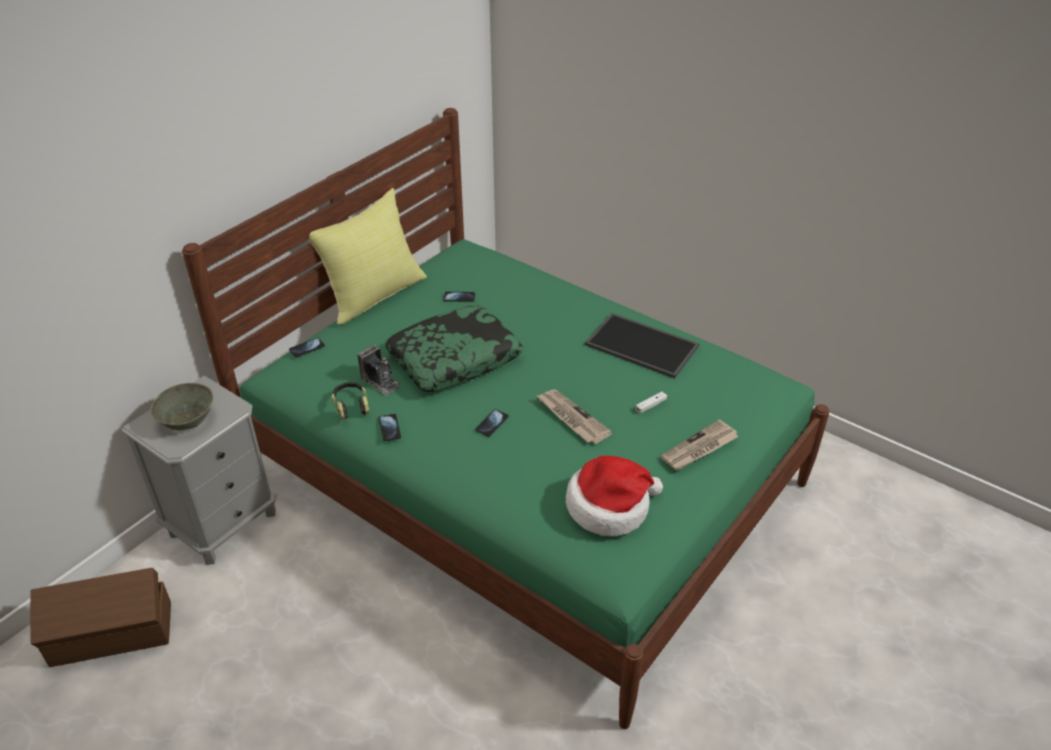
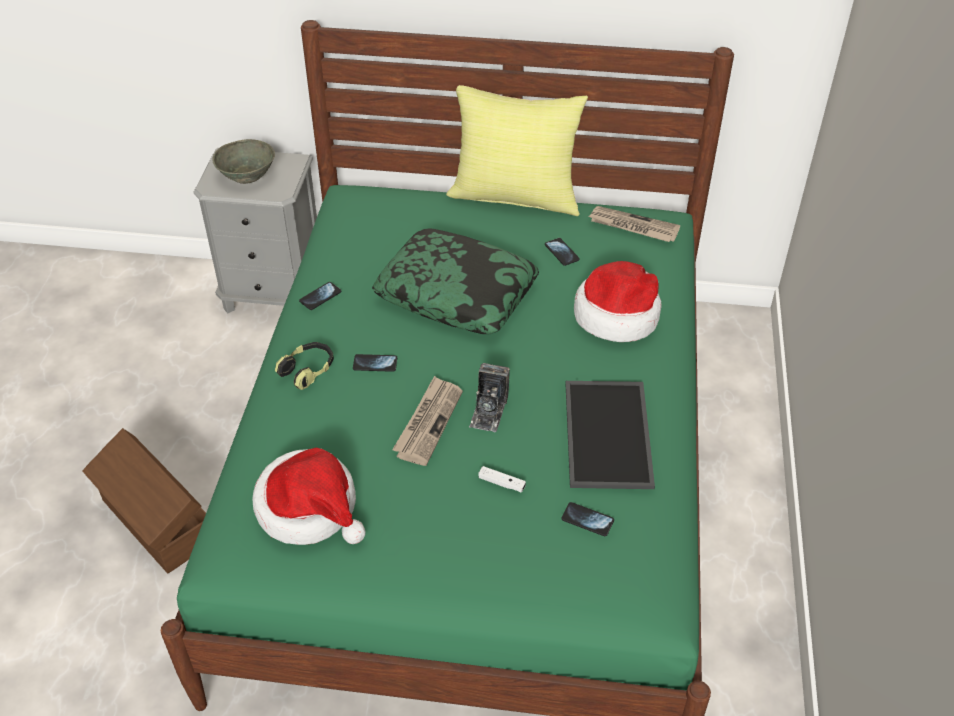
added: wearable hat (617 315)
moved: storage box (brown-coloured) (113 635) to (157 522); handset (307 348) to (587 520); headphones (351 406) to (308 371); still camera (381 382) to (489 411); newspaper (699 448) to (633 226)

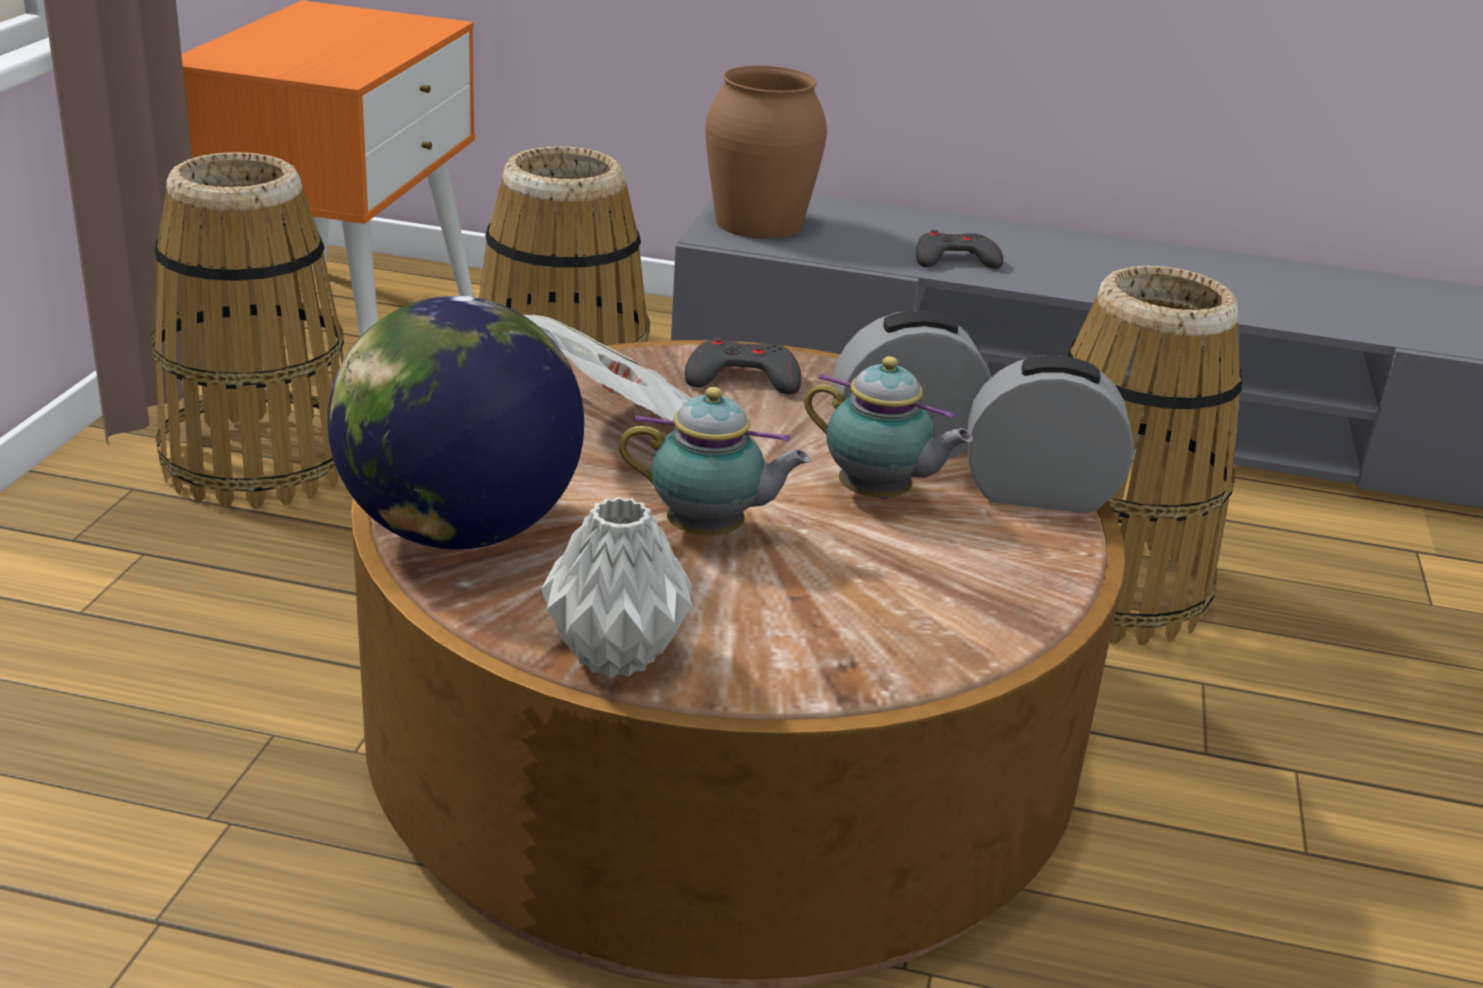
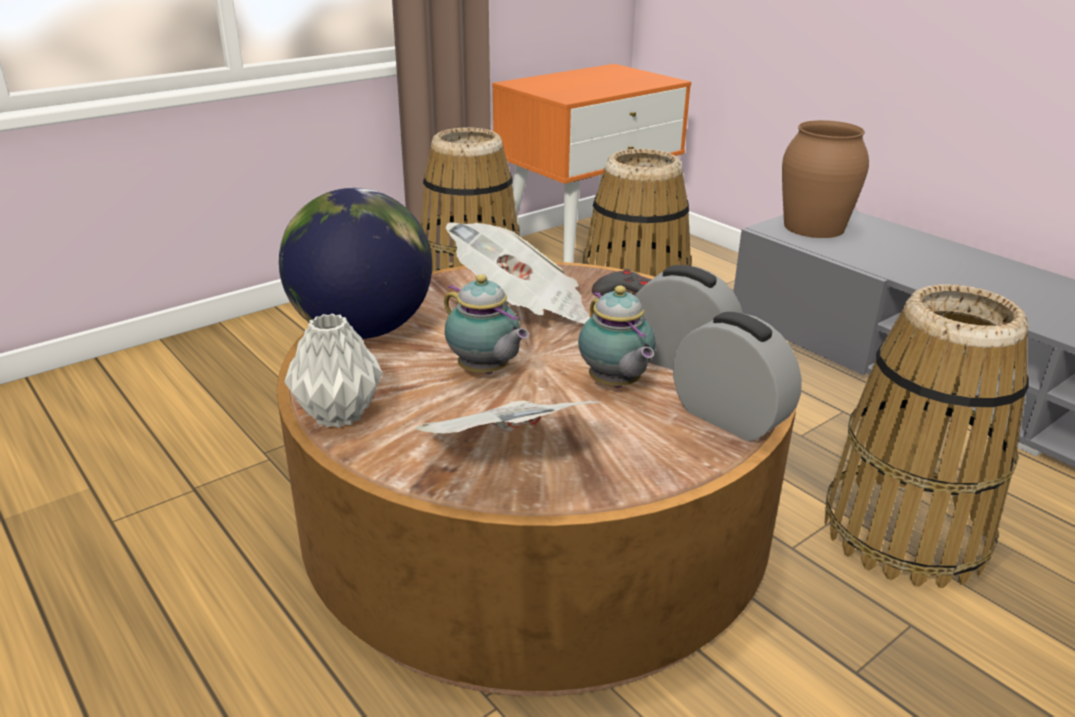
removed: gamepad (gray) (955 260)
added: newspaper (507 457)

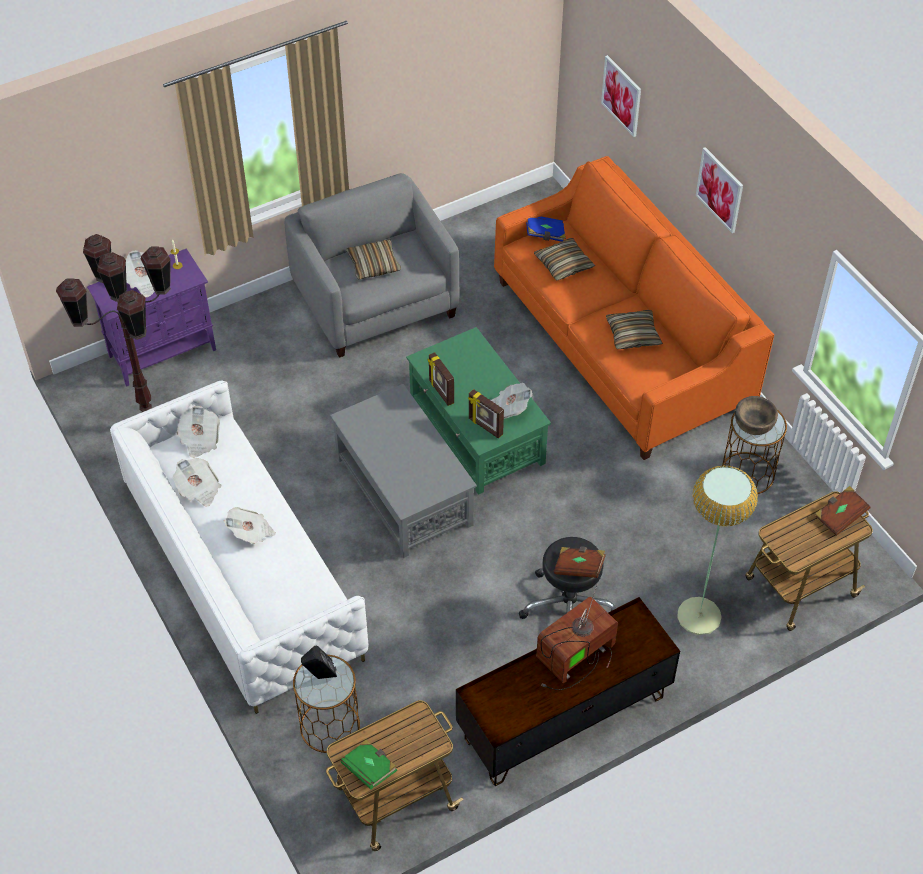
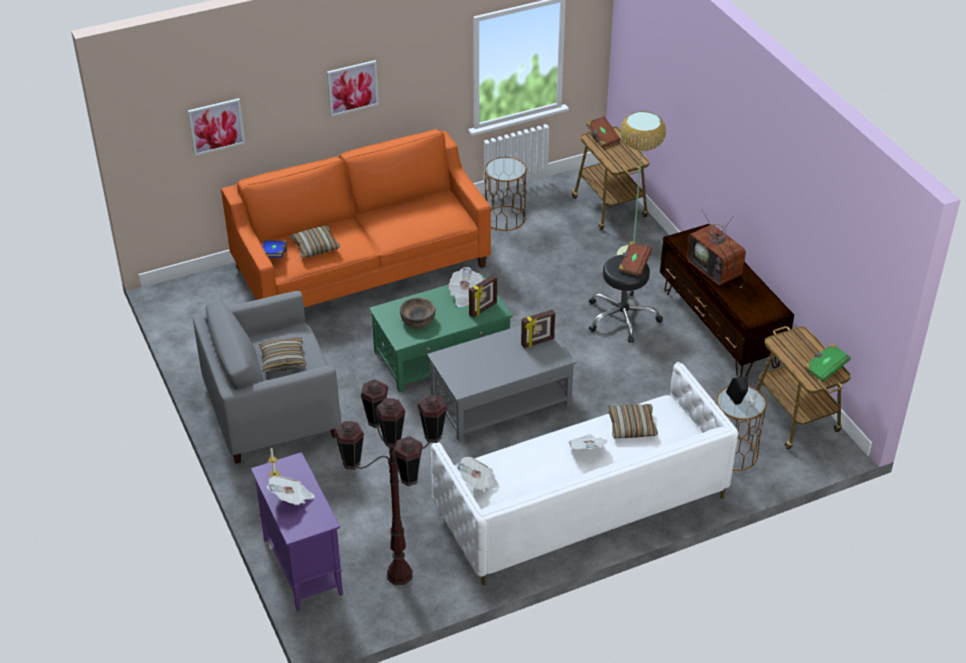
removed: newspaper (198 489)
moved: standing frame (441 392) to (538 342); cushion (633 335) to (631 426); serving bowl (brown-coloured) (754 423) to (418 320)

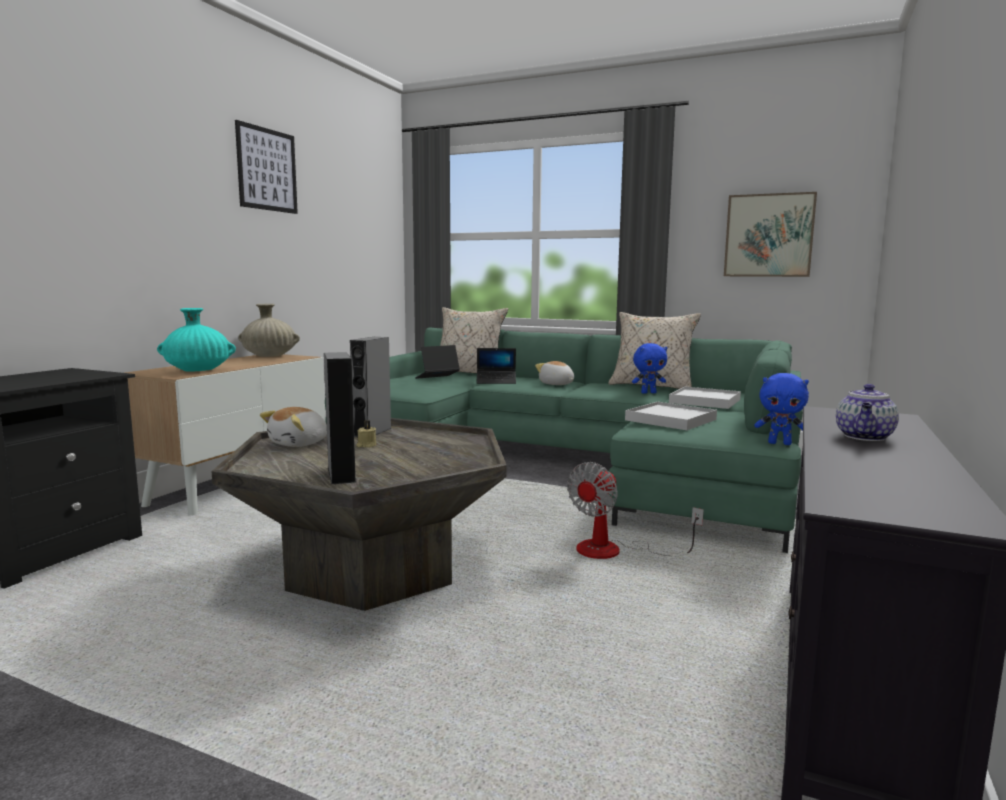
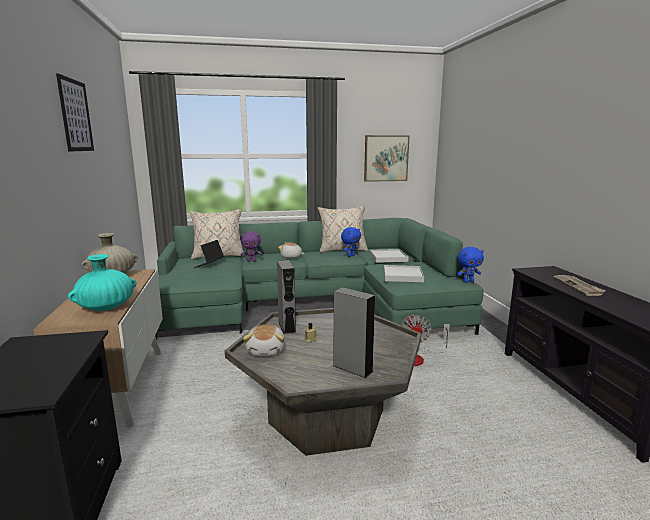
replaced: notebook computer (496 381) to soft toy (purple) (251 261); teapot (865 437) to newspaper (579 286)

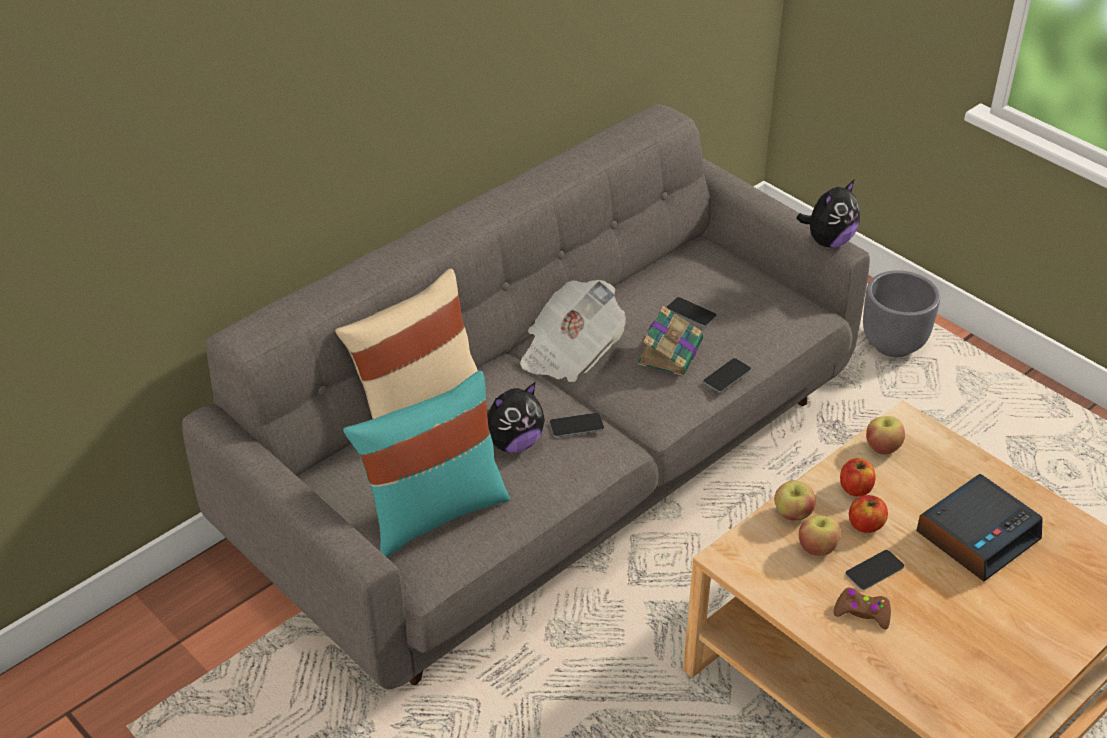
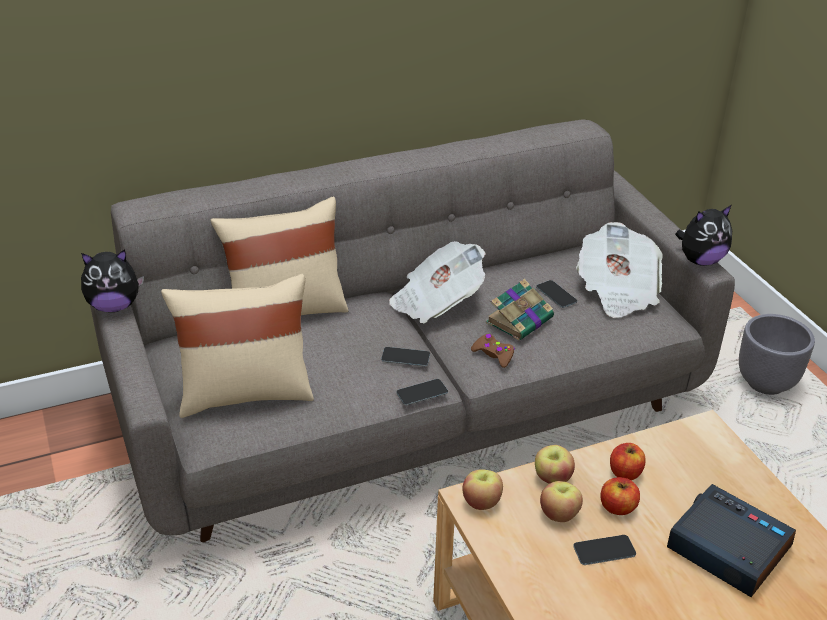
added: newspaper (617 291)
moved: soft toy (513 443) to (114 306); handset (727 376) to (422 392); gamepad (brown-coloured) (862 612) to (493 354); apple (882 447) to (481 502)
recoloured: cushion (turquoise-coloured) (433 512) to cushion (beige) (245 393)
turned: alarm clock (977 535) = (726 548) 120 degrees counterclockwise

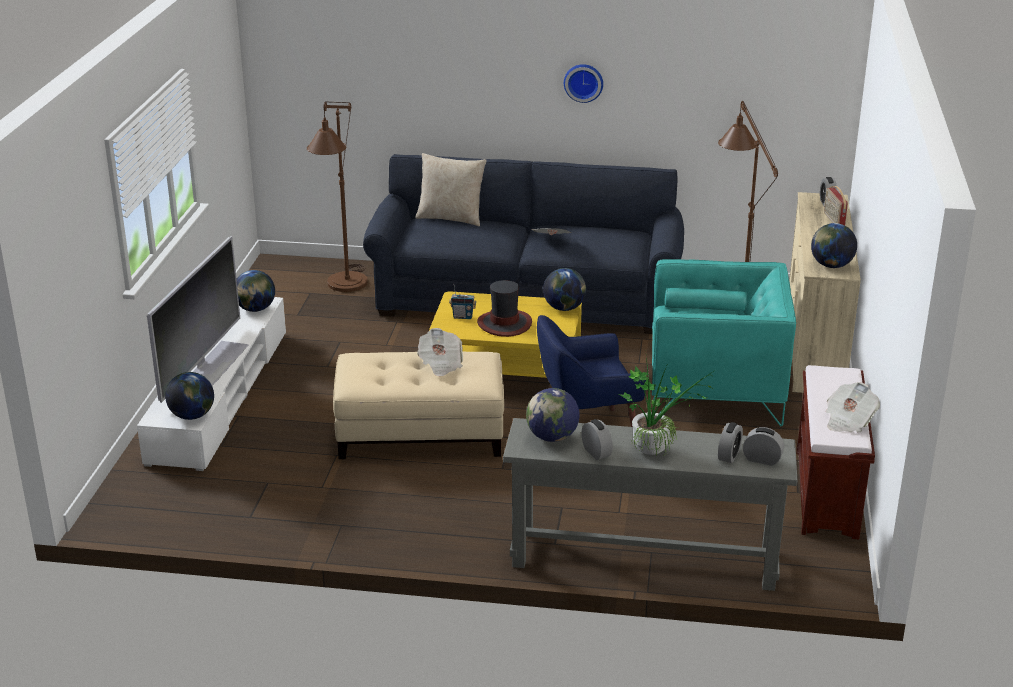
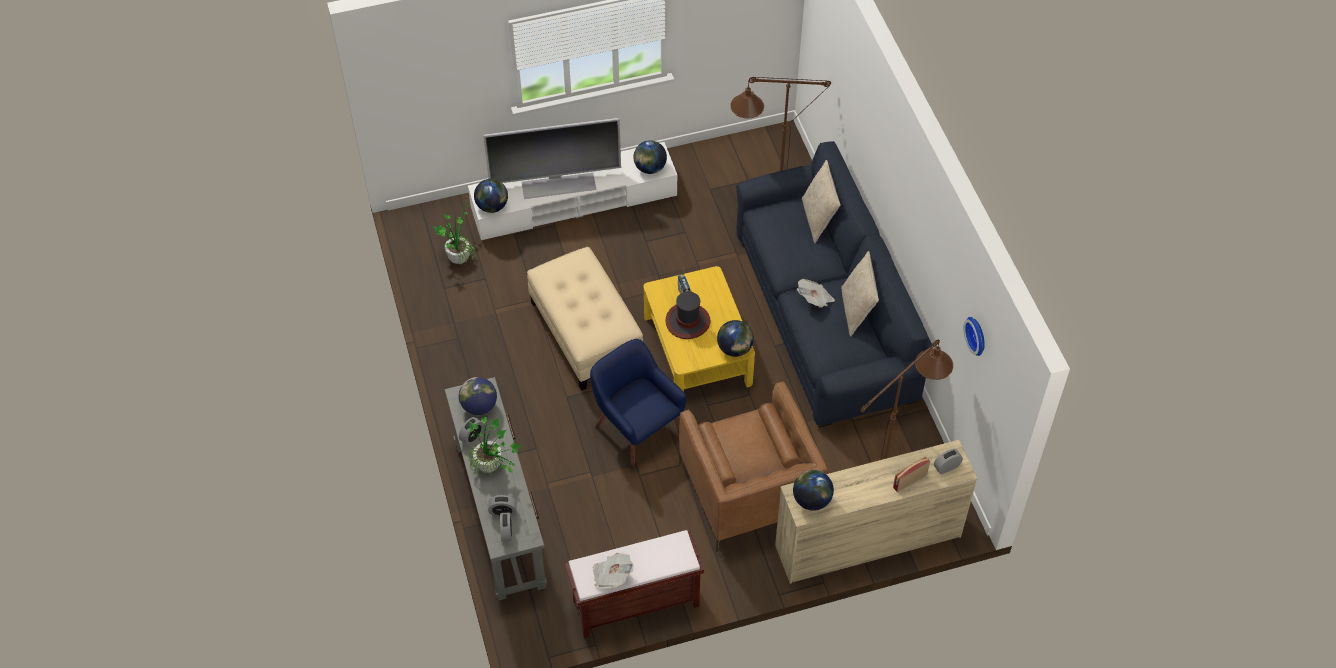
removed: newspaper (441 364)
added: plant in a pot (459 255); cushion (beige) (856 311)
moved: clock on the wall (583 82) to (977 335)
recoloured: easy chair (turquoise-coloured) (715 390) to easy chair (brown-coloured) (749 492)

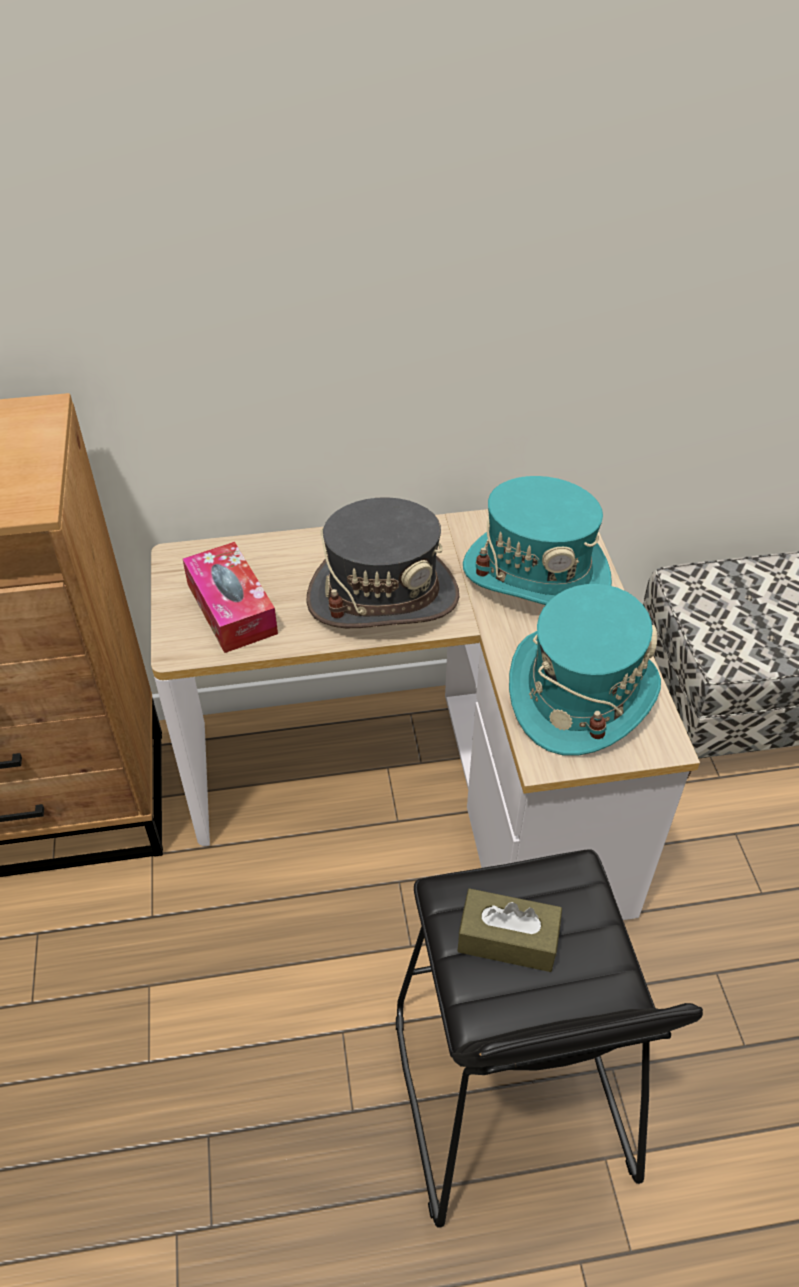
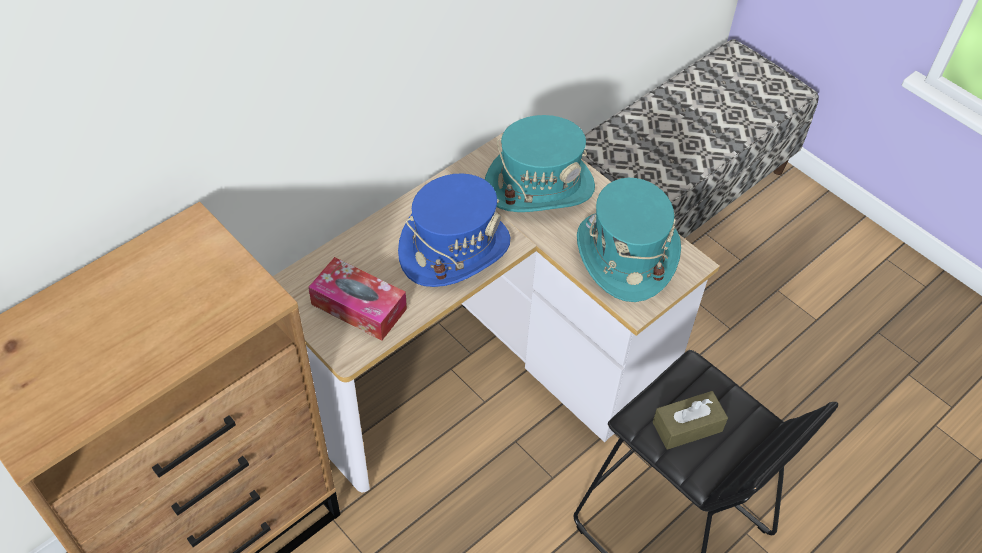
recoloured: wearable hat (gray) (383 596) to wearable hat (blue) (454 248)

